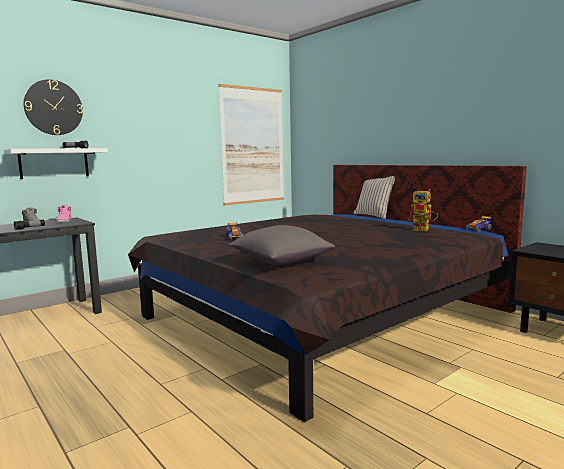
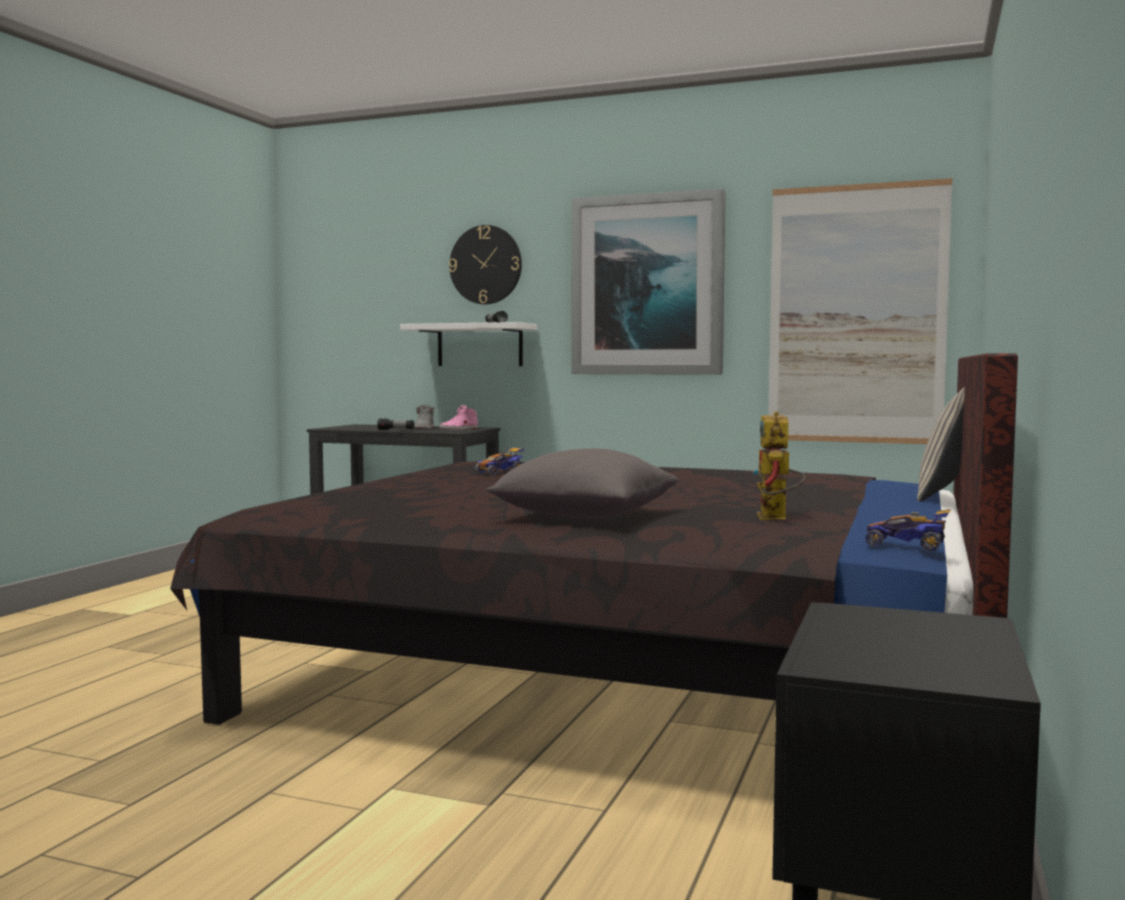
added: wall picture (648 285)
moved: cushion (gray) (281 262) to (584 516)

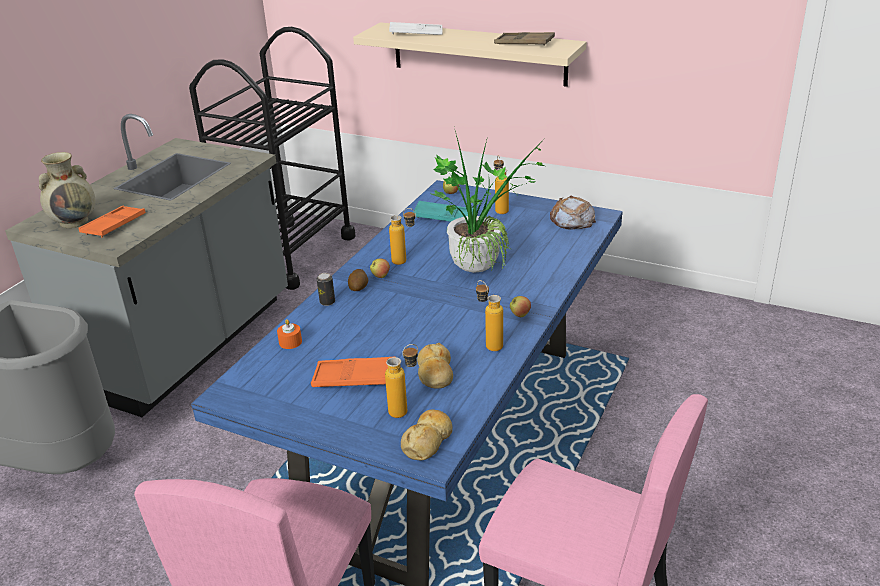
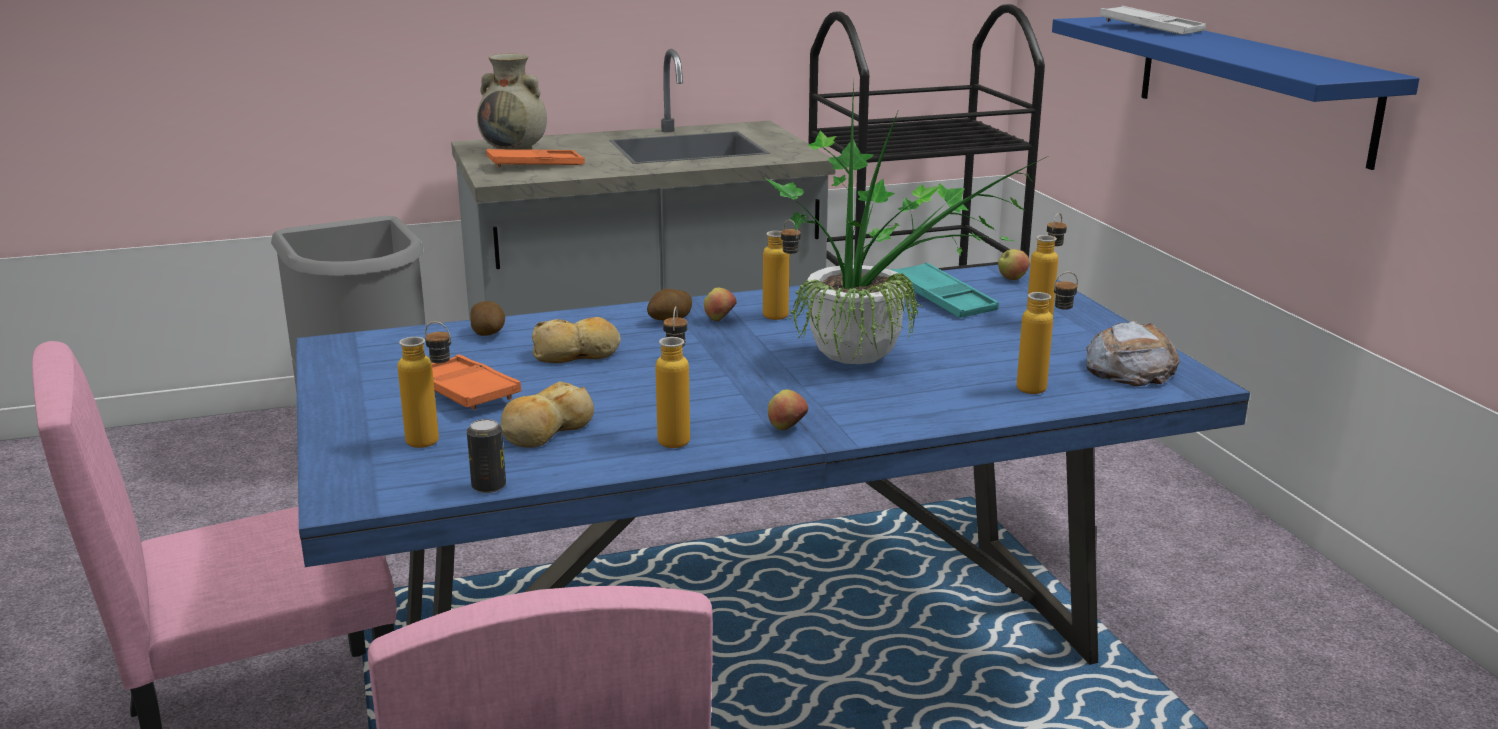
removed: tray (brown-coloured) (524 43)
added: drink bottle (1042 388)
moved: metal can (327 302) to (489 486); bakery bread (428 441) to (577 354)
replaced: wax candle (orange) (290 342) to spud (488 333)
recoloured: wall shelf (beige) (478 54) to wall shelf (blue) (1251 86)

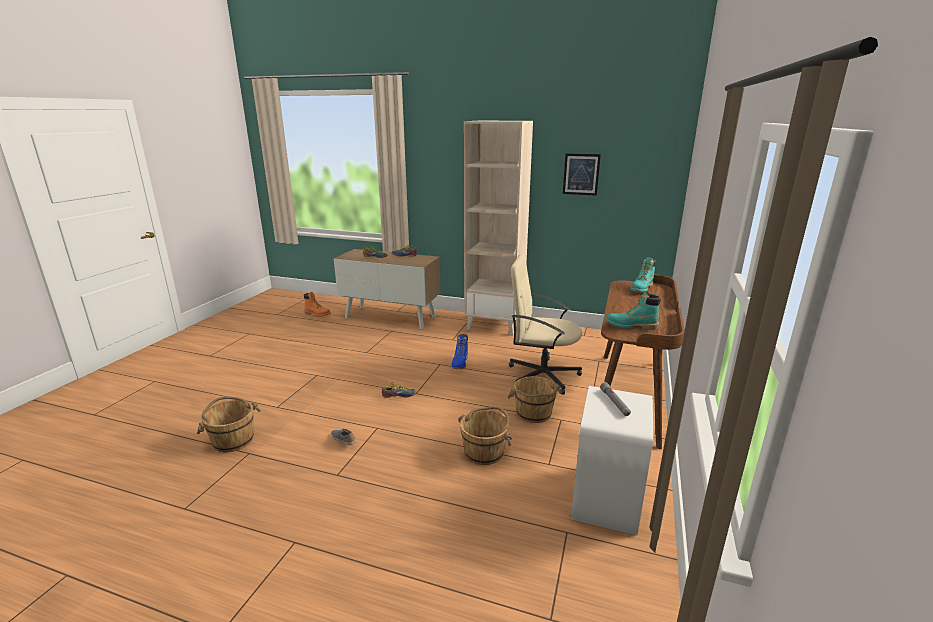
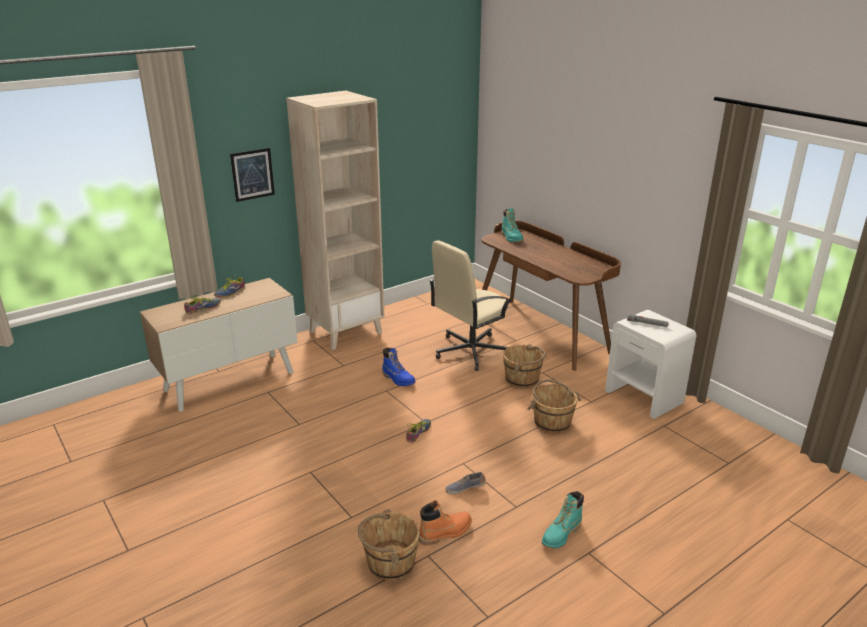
moved: high-top boot (orange) (317 314) to (445 532); wall picture (581 174) to (252 174); high-top boot (turquoise-coloured) (631 326) to (561 534)

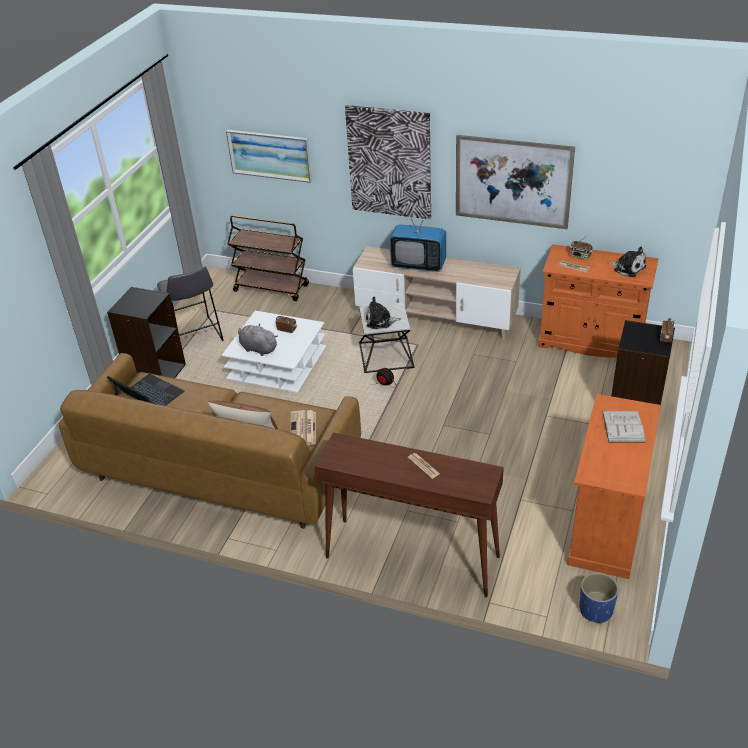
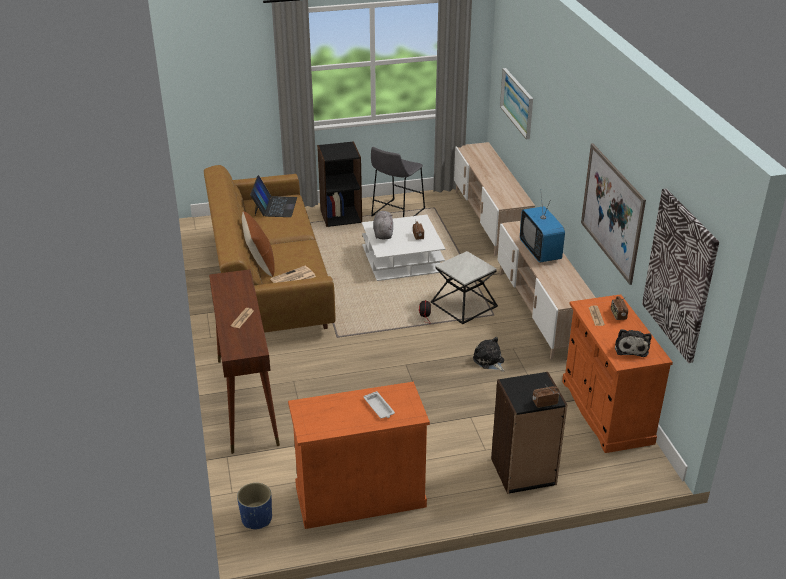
moved: wall picture (389 162) to (679 275); soft toy (380 321) to (489 361)
replaced: wheeled cart (brown-coloured) (272 288) to tv stand (beige) (489 220); book (whitish) (623 427) to tray (whitish) (379 408)

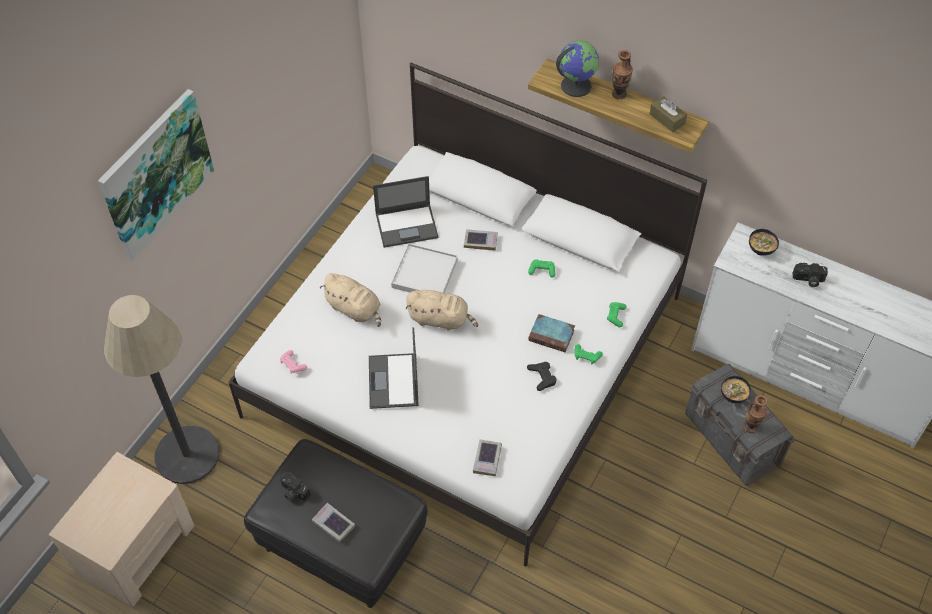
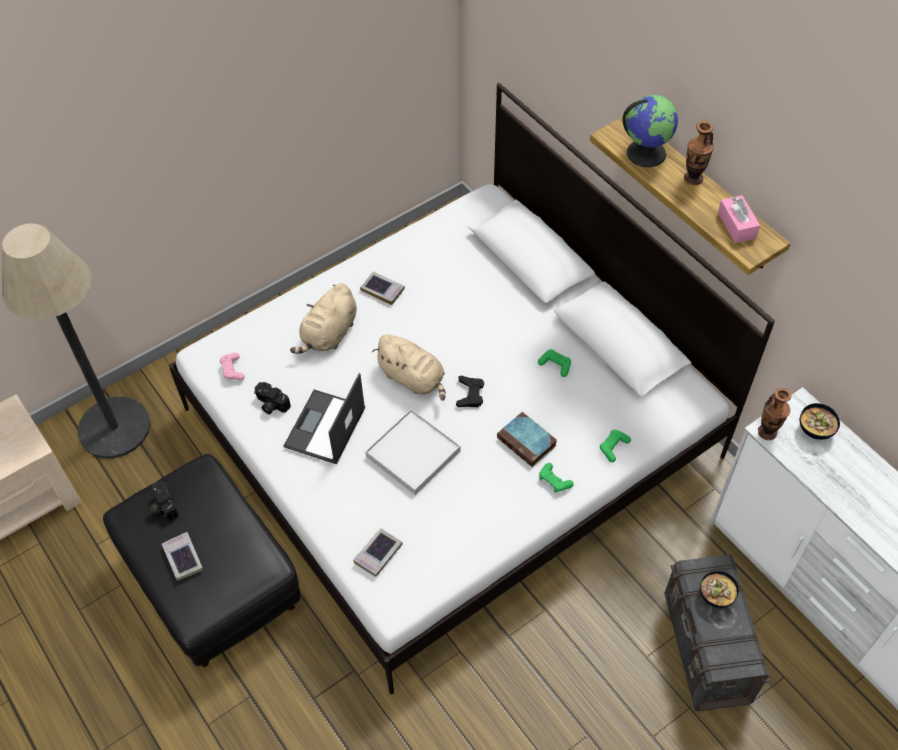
removed: wall picture (156 174); notebook computer (407 225)
moved: tray (whitish) (425 274) to (413 454); book (480 241) to (382 290); gamepad (blackish) (542 377) to (470 394); flower vase (750 427) to (767 432); still camera (808 280) to (270 404)
recoloured: box of tissues (brown-coloured) (667 119) to box of tissues (pinkish) (736 225)
turned: soft toy (beige) (355 309) = (329 334) 60 degrees clockwise

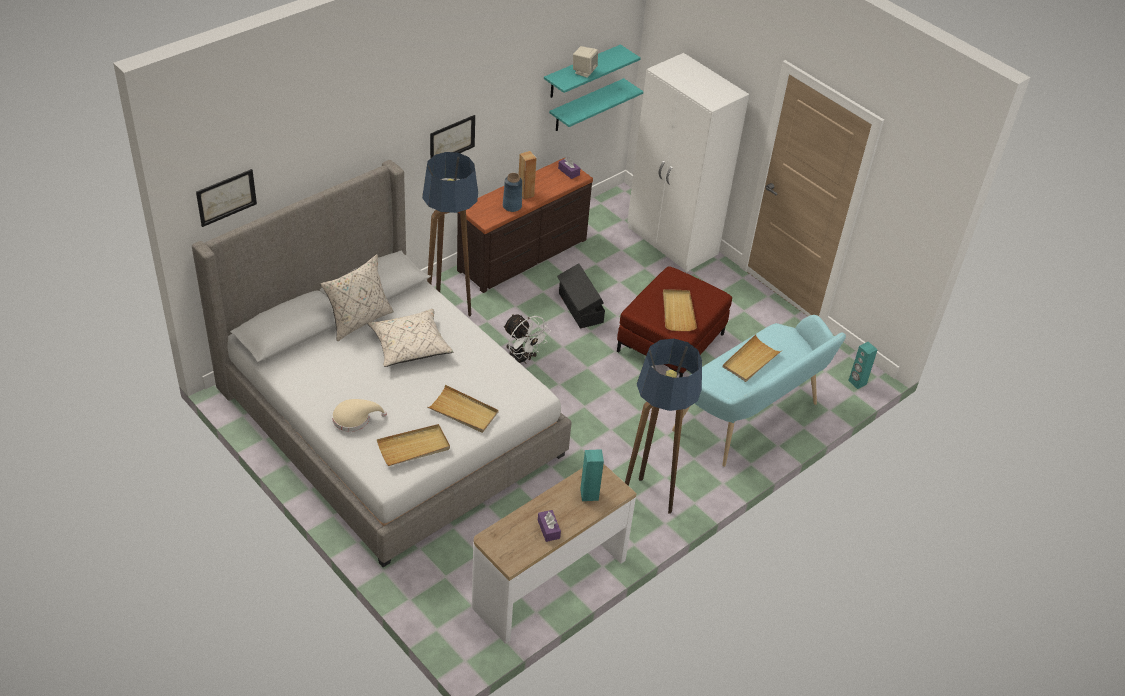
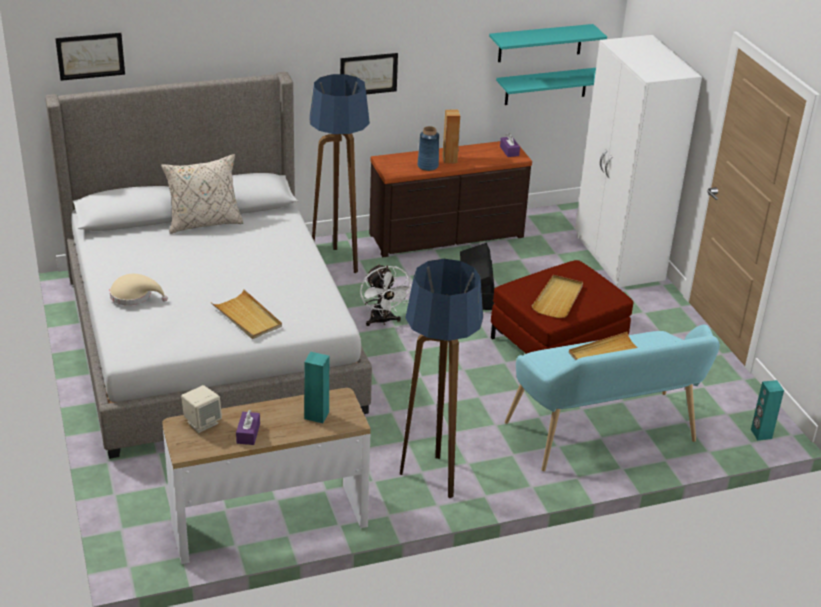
removed: cushion (beige) (409 345); tray (beige) (414 447)
moved: loudspeaker (beige) (584 71) to (202 422)

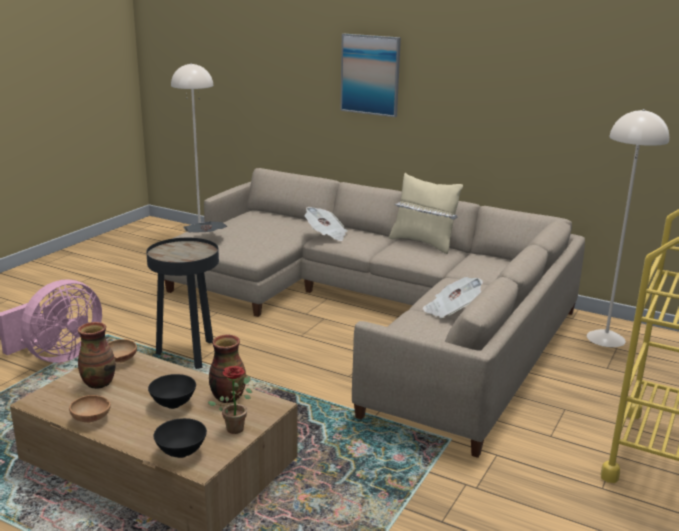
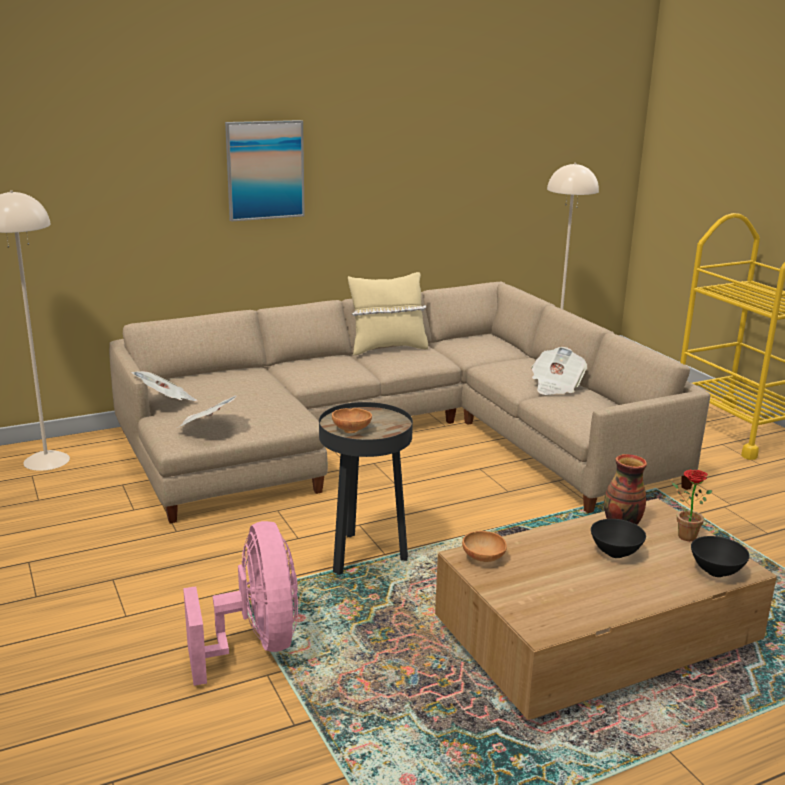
removed: flower vase (99 383)
moved: serving bowl (brown-coloured) (92 419) to (352 430); newspaper (326 235) to (166 401)

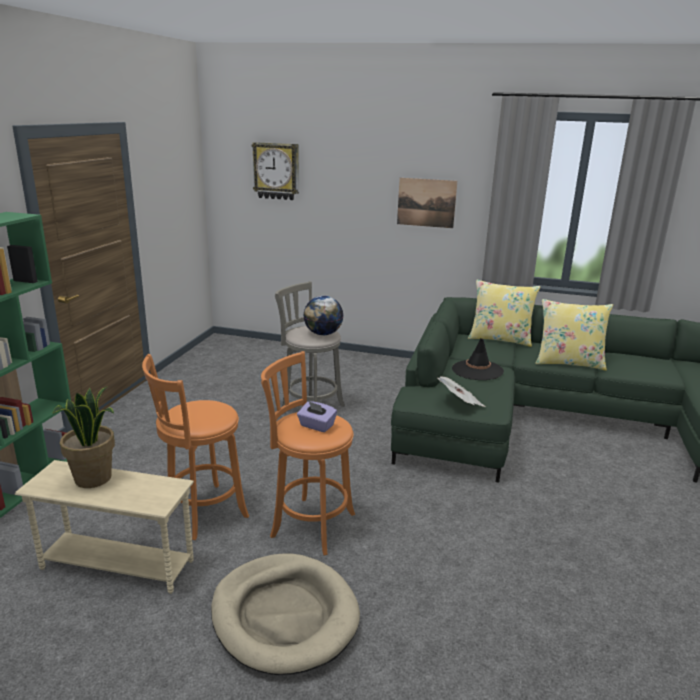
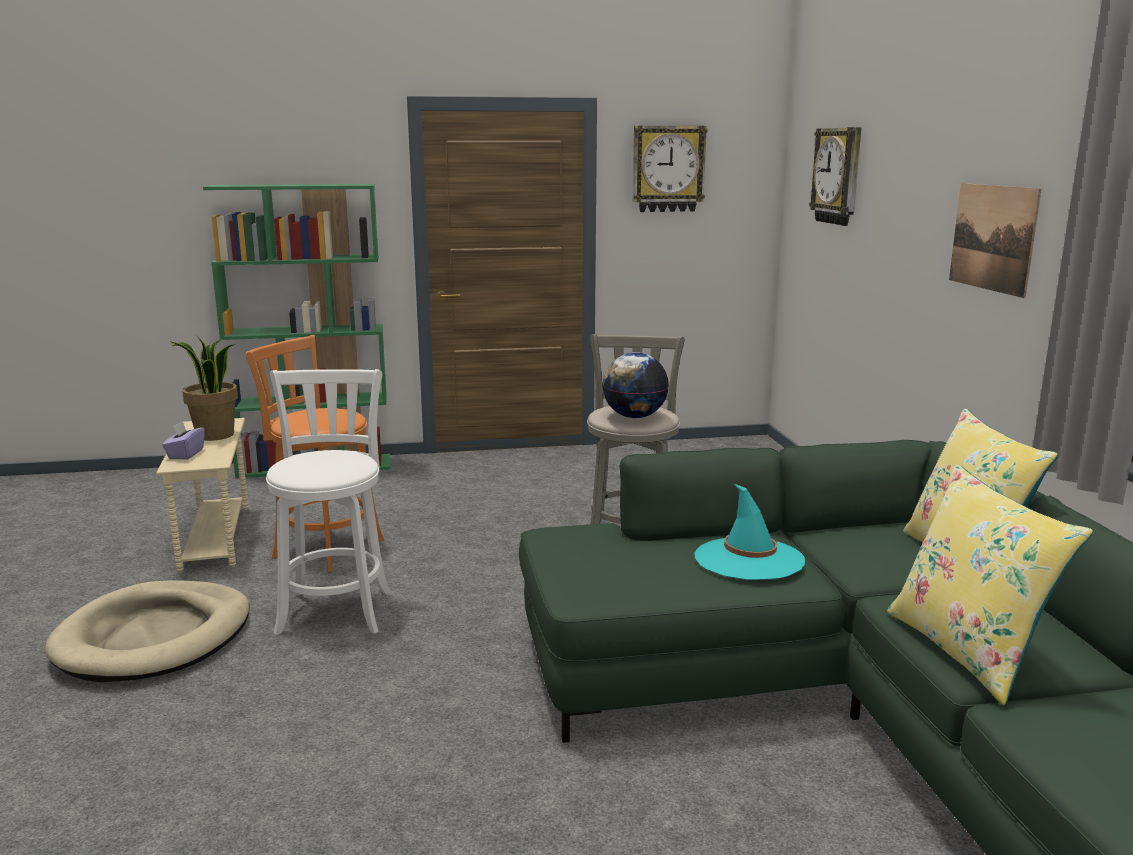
removed: newspaper (460 403)
added: clock on the wall (668 169)
moved: box of tissues (purple) (316 426) to (185 454)
recoloured: stool (orange) (309 523) to stool (whitish) (336 609); wearable hat (blackish) (477 370) to wearable hat (turquoise-coloured) (748 559)

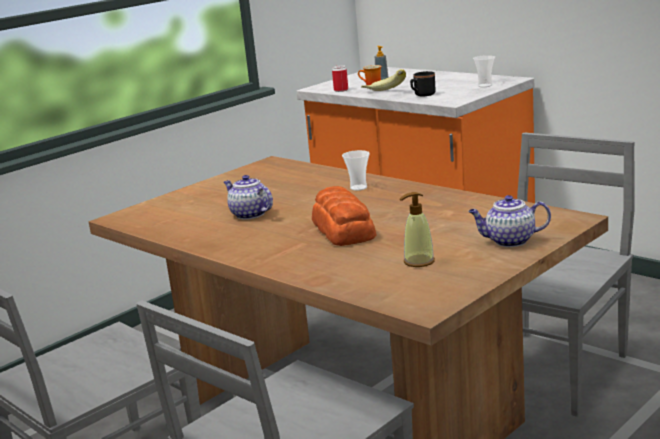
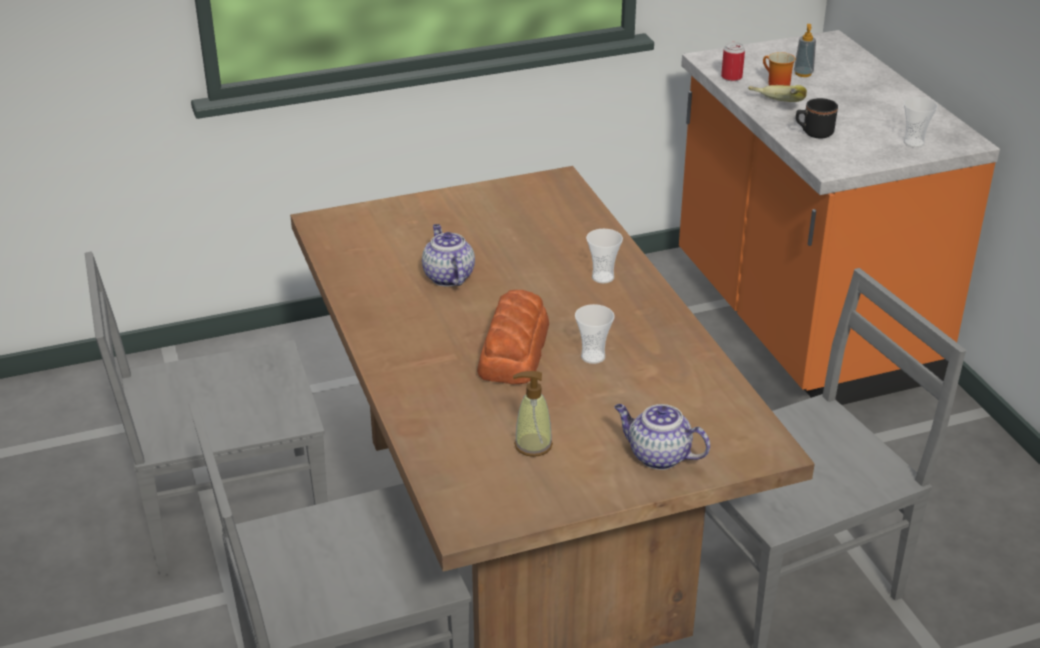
added: cup (593 356)

